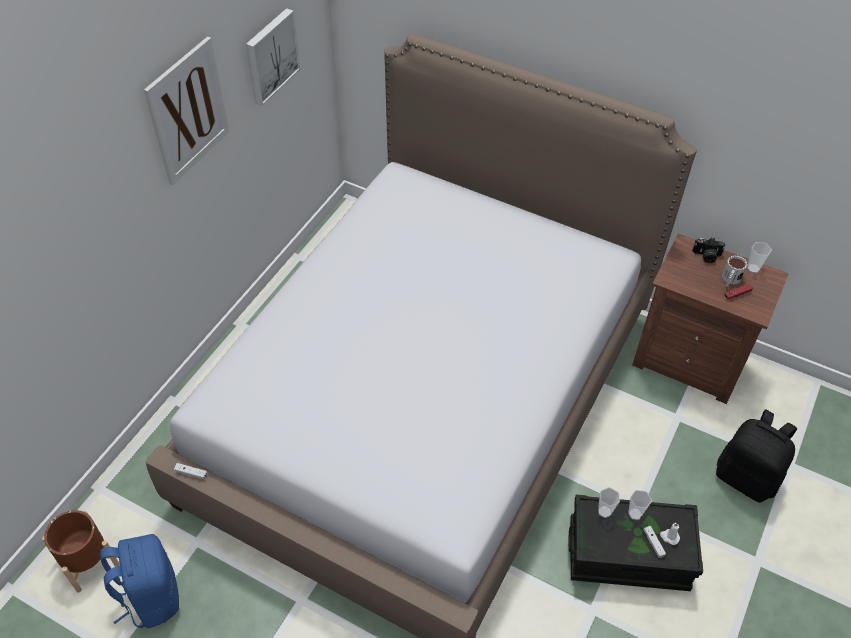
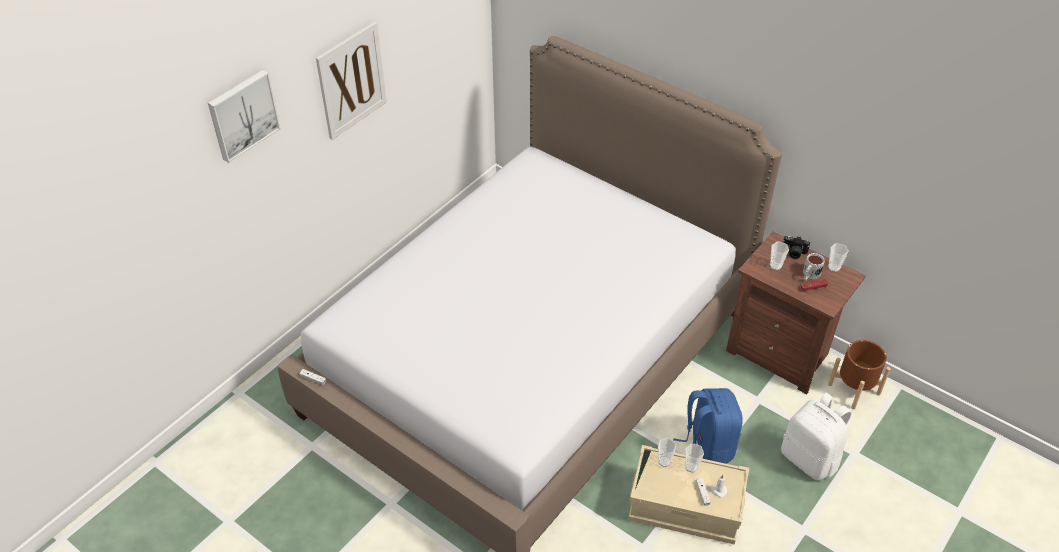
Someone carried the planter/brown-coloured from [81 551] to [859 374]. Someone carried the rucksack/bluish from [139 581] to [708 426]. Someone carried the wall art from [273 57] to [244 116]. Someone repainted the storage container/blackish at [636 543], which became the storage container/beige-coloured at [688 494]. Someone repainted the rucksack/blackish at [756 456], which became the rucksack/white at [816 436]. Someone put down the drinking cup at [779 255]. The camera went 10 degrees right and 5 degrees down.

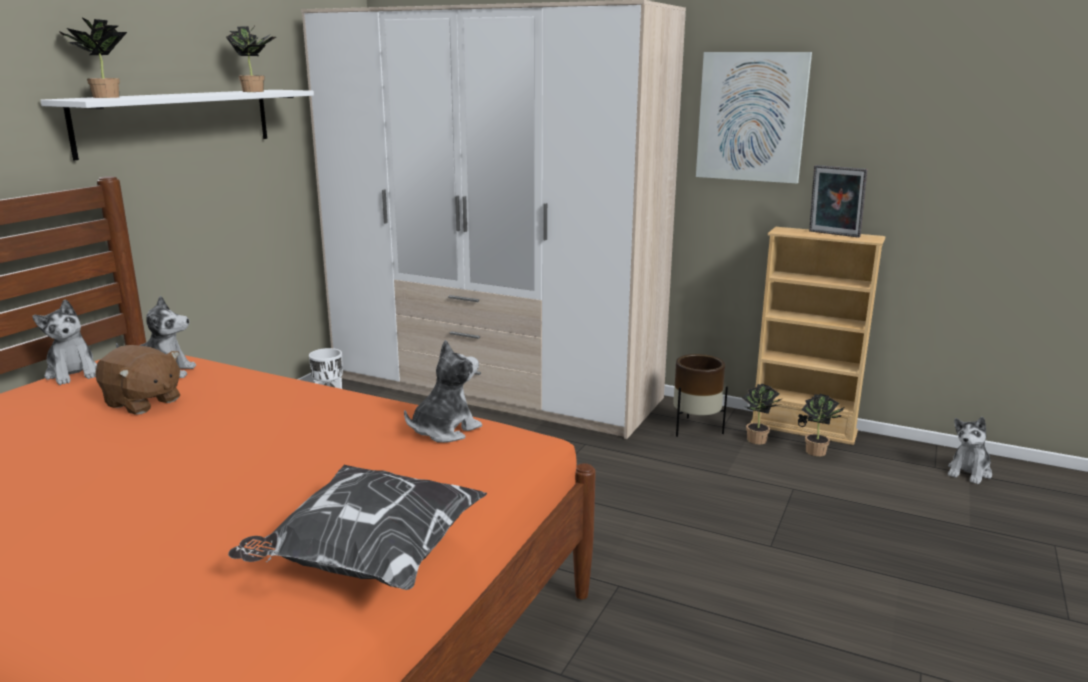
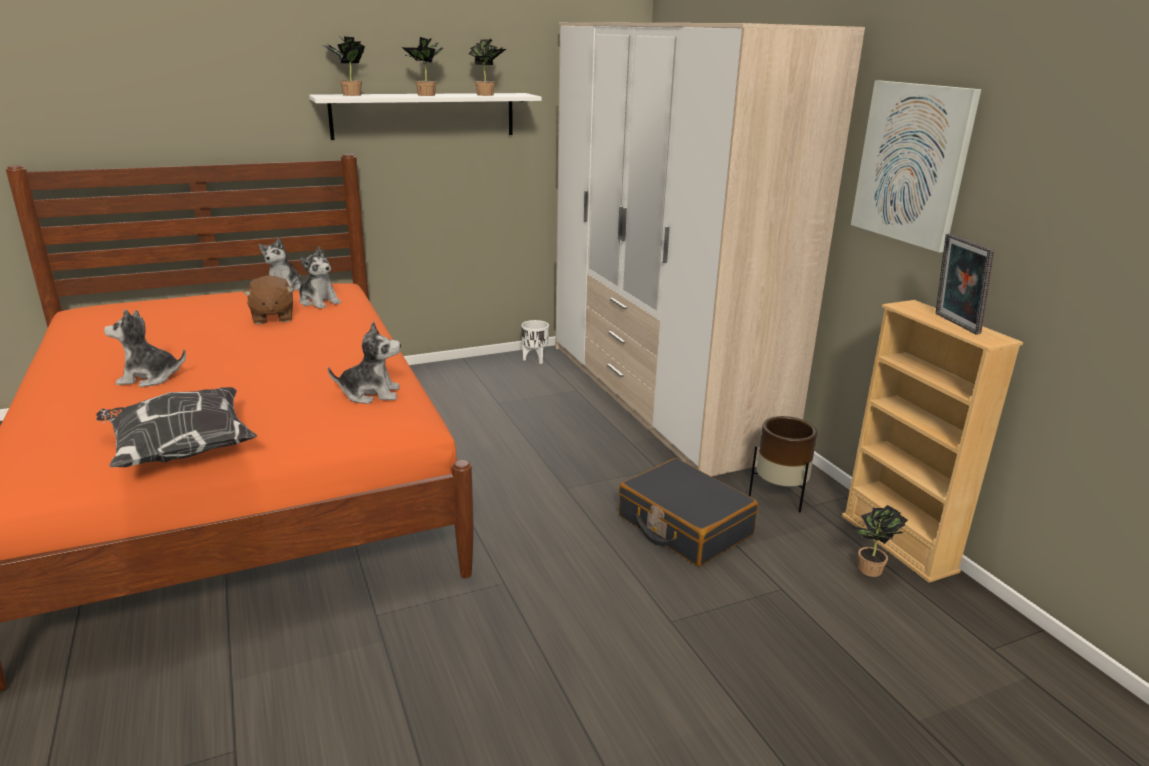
Someone carried the potted plant from [762 414] to [422 66]. Someone carried the plush toy from [970 450] to [145 348]. Someone put down the piece of luggage/blackish at [688 512]. The camera went 40 degrees right and 5 degrees up.

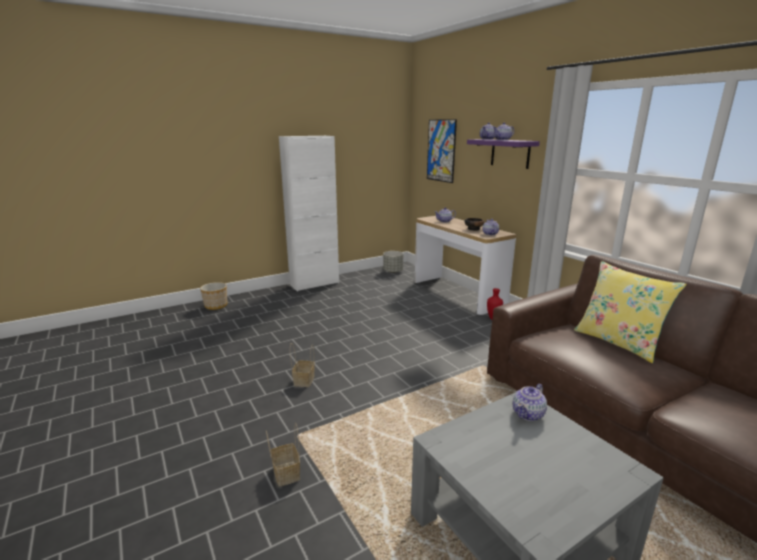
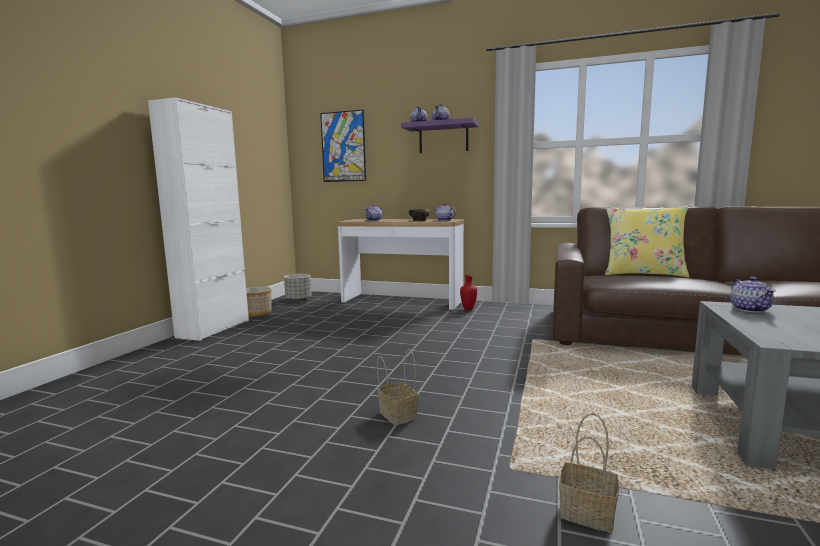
Someone carried the planter from [213 296] to [258 302]. The camera went 40 degrees left and 10 degrees down.

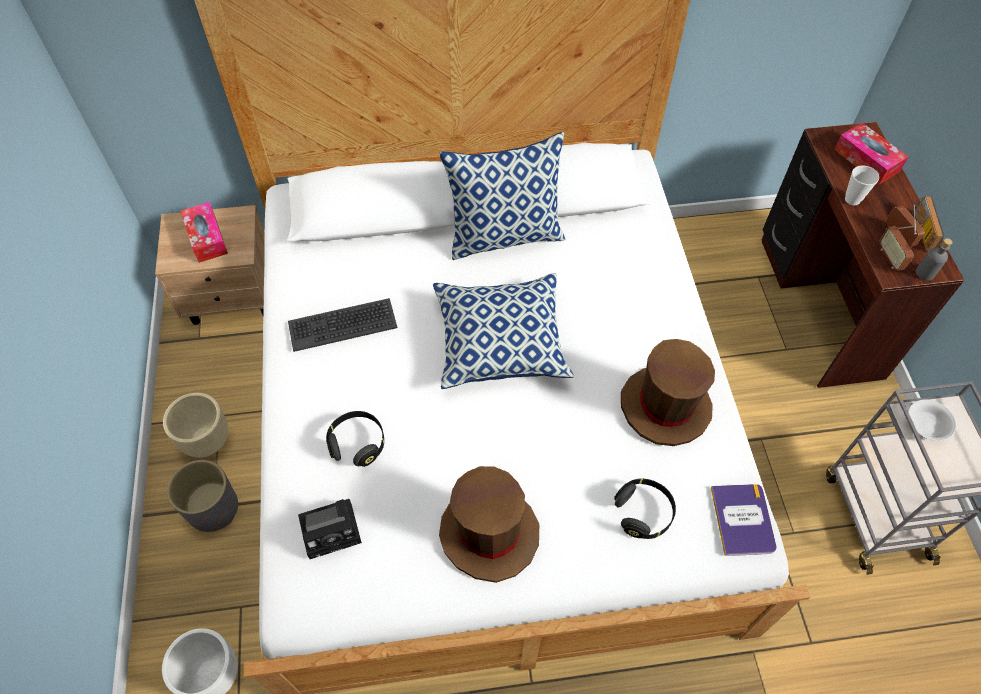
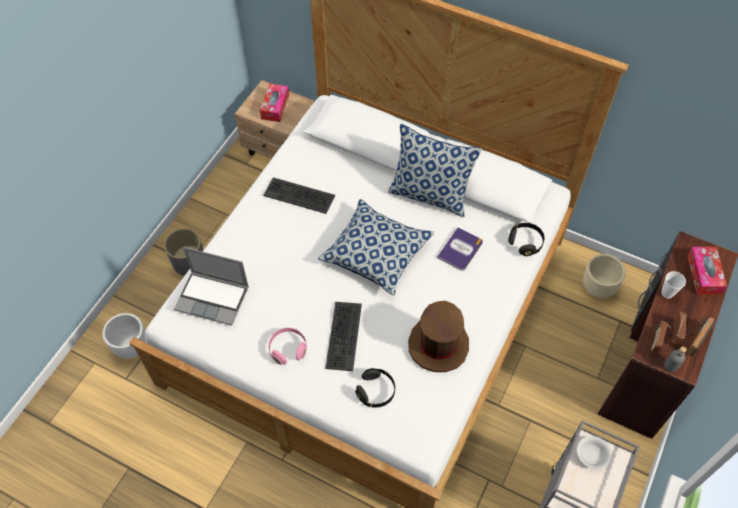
Someone carried the planter/beige-coloured from [195 425] to [604 276]. Someone swapped the photo camera at [330 529] for the portable computer at [211 286]. Someone carried the headset/blackish from [355 439] to [526 239]. Someone swapped the wearable hat/brown-coloured at [489 524] for the headset/pinkish at [288 346]. Someone carried the volume from [743 520] to [460 249]. Someone put down the computer keyboard at [343 336]. The camera went 35 degrees right and 0 degrees up.

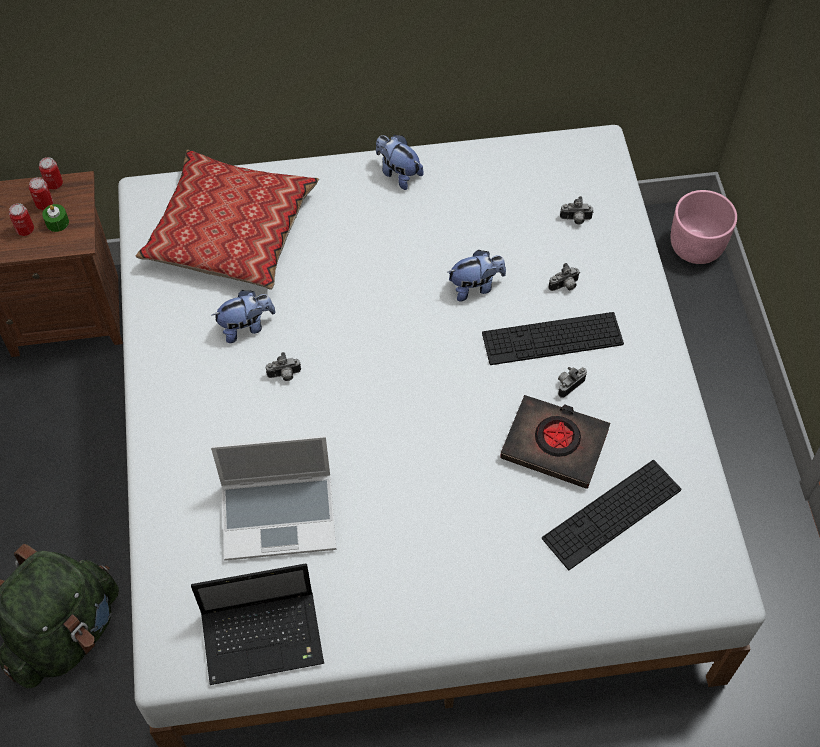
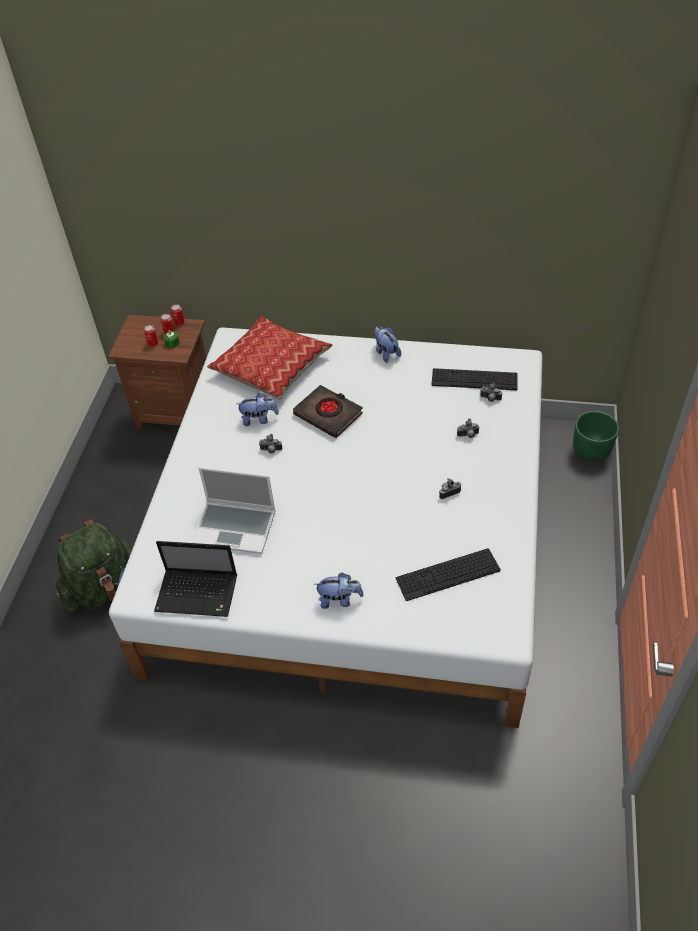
Someone carried the plush toy from [477 275] to [339 591]. Someone carried the computer keyboard from [553 338] to [474 379]. Someone carried the volume/blackish from [555 442] to [328 411]. Someone repainted the planter/pinkish at [703 227], which became the planter/green-coloured at [596 436]. The camera went 20 degrees right and 10 degrees down.

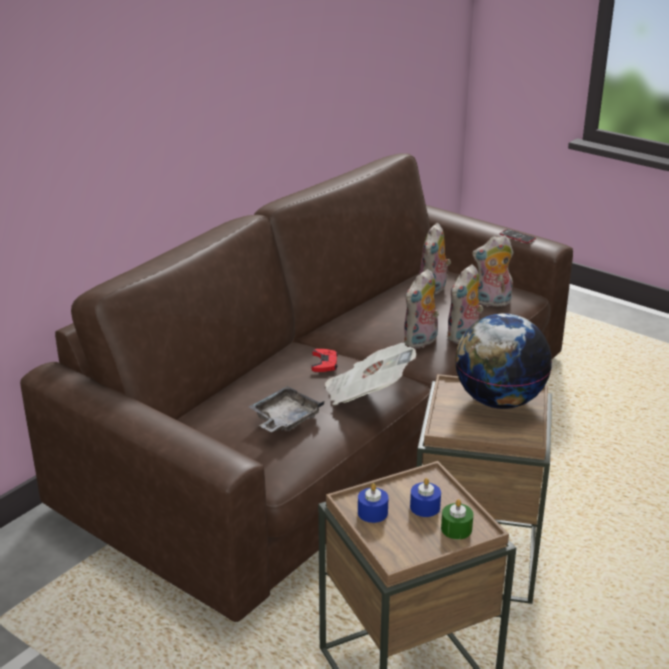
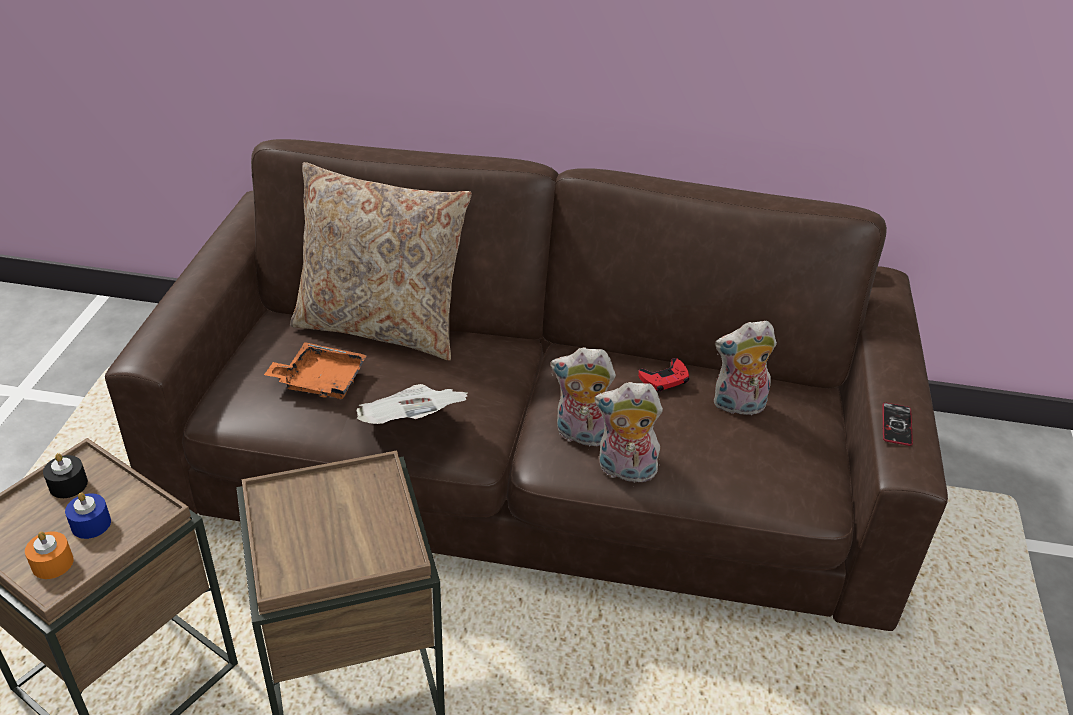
Someone repainted the serving tray/gray at [286 409], which became the serving tray/orange-coloured at [315 370]. Someone carried the joypad/red from [324 360] to [663 375]. Someone repainted the candle/bluish at [373 503], which became the candle/blackish at [65 475]. Someone repainted the candle/green-coloured at [457 519], which became the candle/orange-coloured at [49 555]. Someone took away the desk globe at [503 361]. Someone took away the plush toy at [492 271]. Someone put down the pillow/beige-coloured at [381 261]. The camera went 60 degrees right and 10 degrees up.

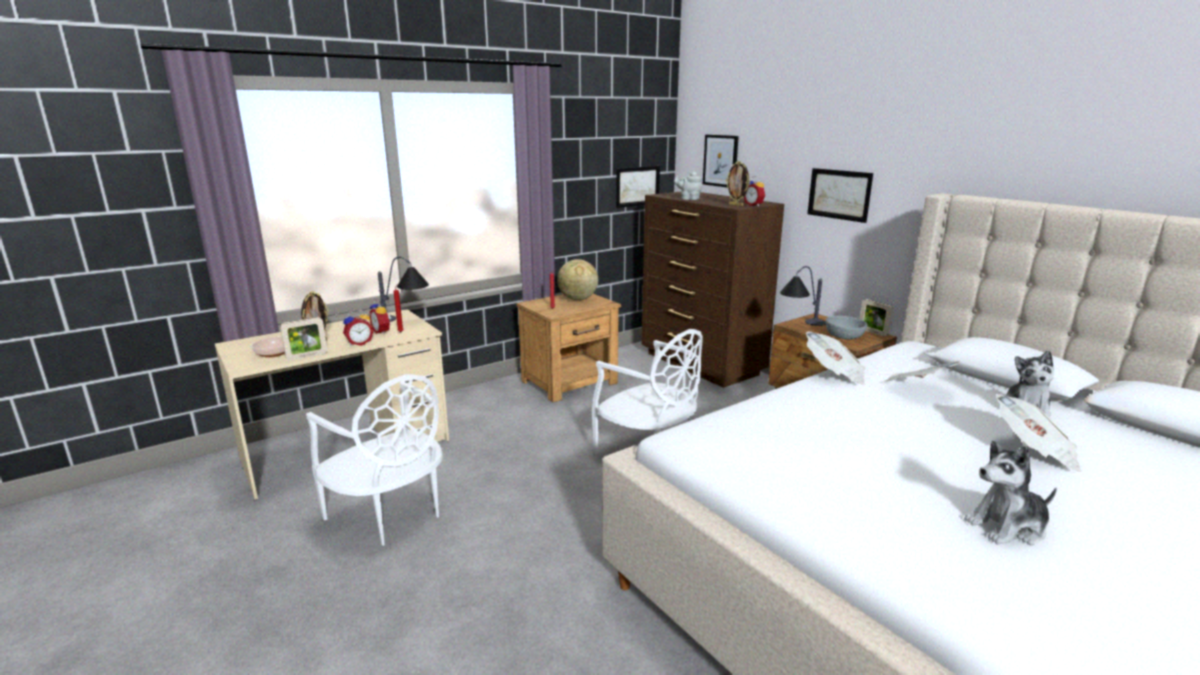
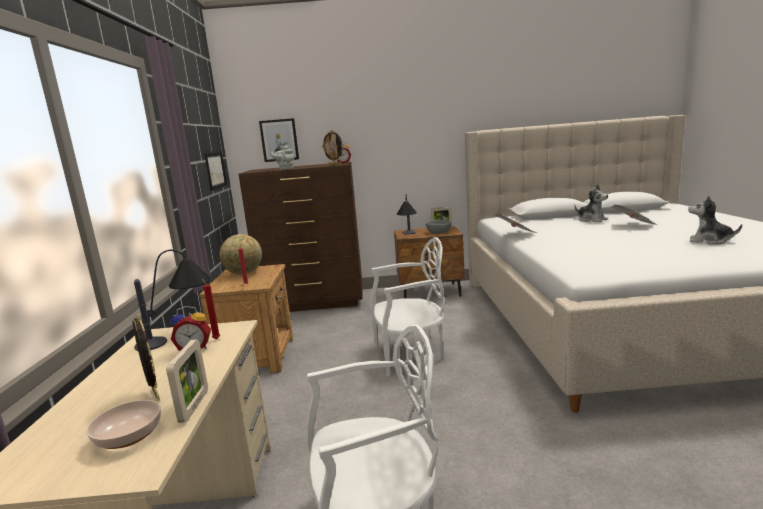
Someone took away the table clock at [358 327]. Someone took away the wall art at [840 195]. Someone took away the printed paper at [922 371]. Someone rotated the plush toy at [1010 493] by 105 degrees clockwise. The camera went 55 degrees left and 5 degrees down.

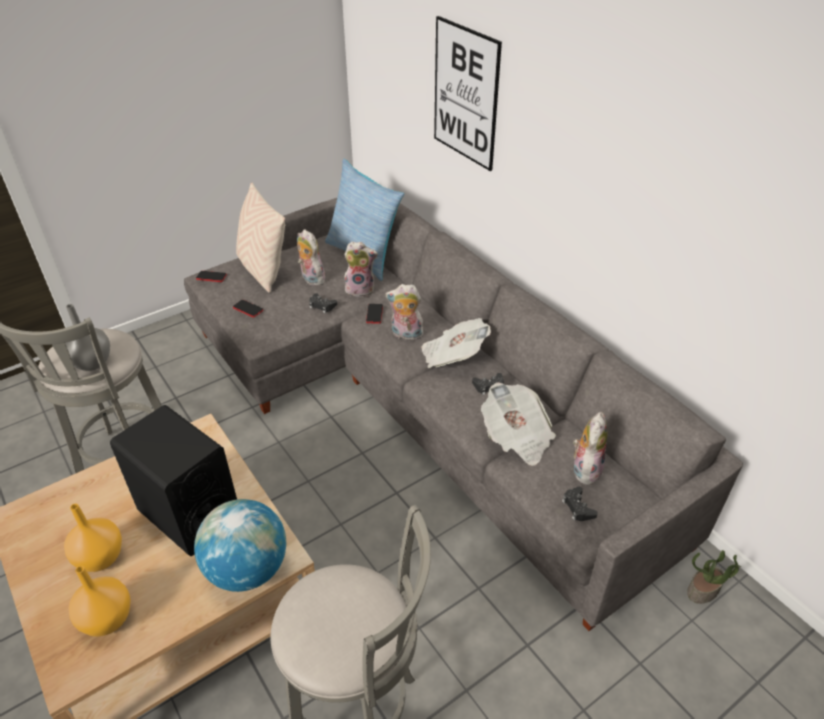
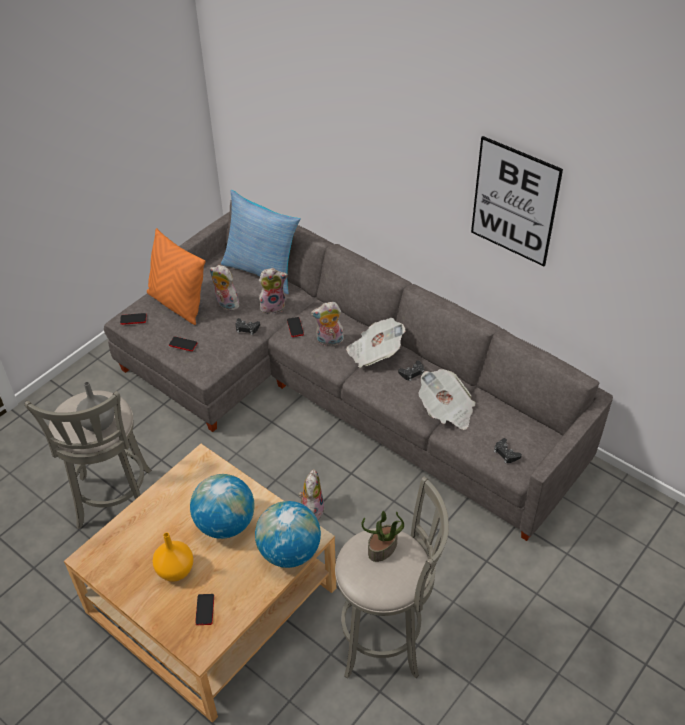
Someone swapped the decorative vase/orange-coloured at [100 601] for the handset at [204 609]. Someone swapped the loudspeaker/blackish at [173 480] for the desk globe at [222 506]. Someone repainted the pillow/beige-coloured at [260 237], which became the pillow/orange-coloured at [176 276]. Someone carried the wall art from [468 93] to [517 201]. Someone carried the plush toy from [590 448] to [311 494]. Someone carried the potted plant from [714 577] to [382 536]. The camera went 15 degrees left and 5 degrees up.

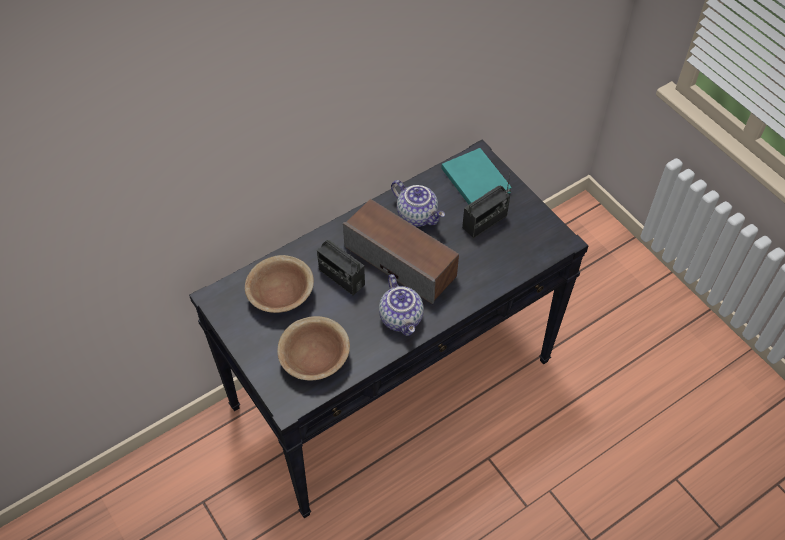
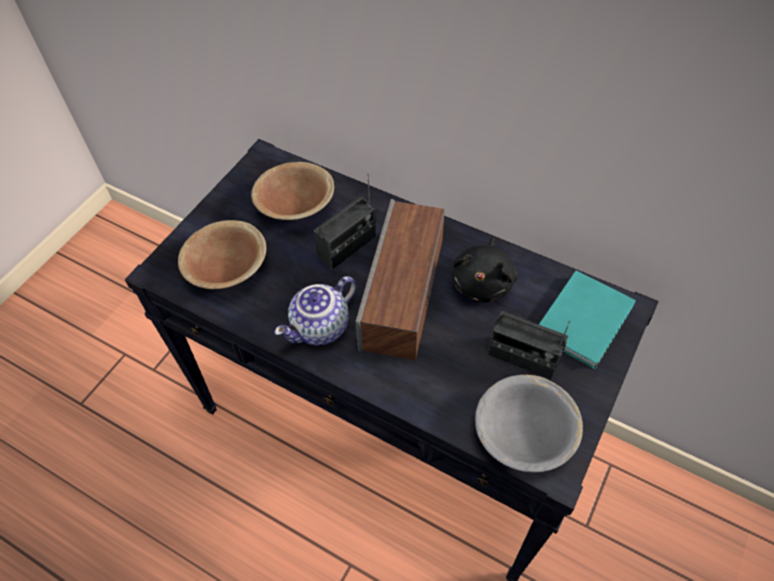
Someone rotated the radio at [341 267] by 150 degrees counterclockwise. Someone swapped the teapot at [418 203] for the plush toy/blackish at [485 270]. Someone put down the serving bowl/gray at [529 424]. The camera went 65 degrees right and 0 degrees up.

